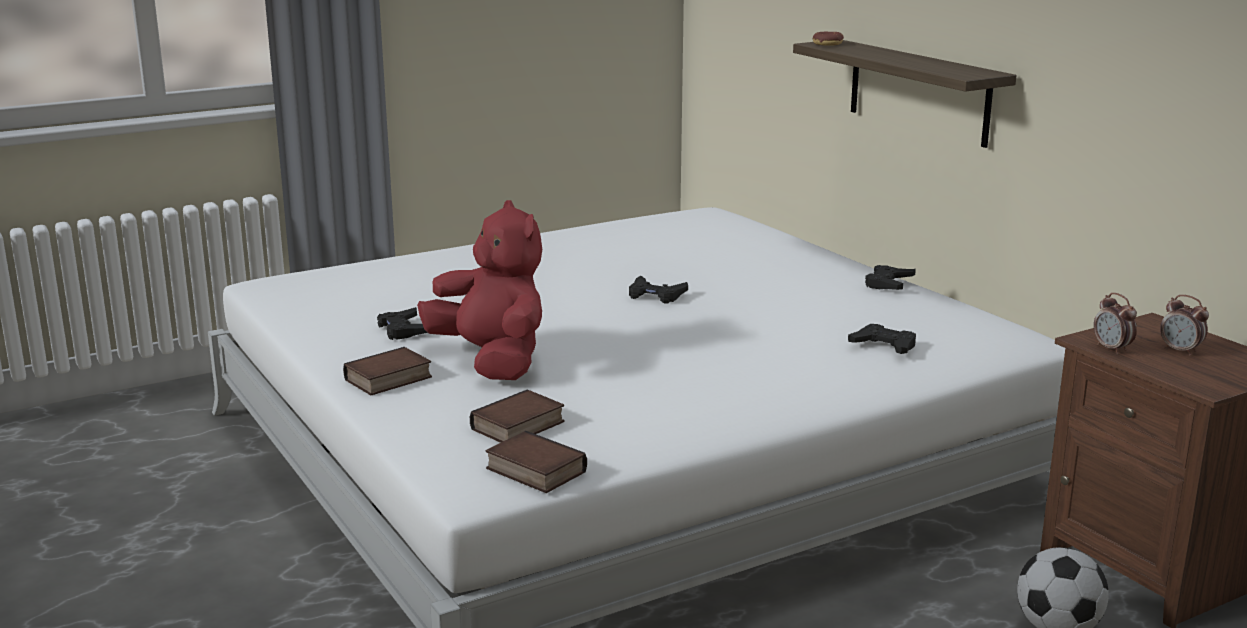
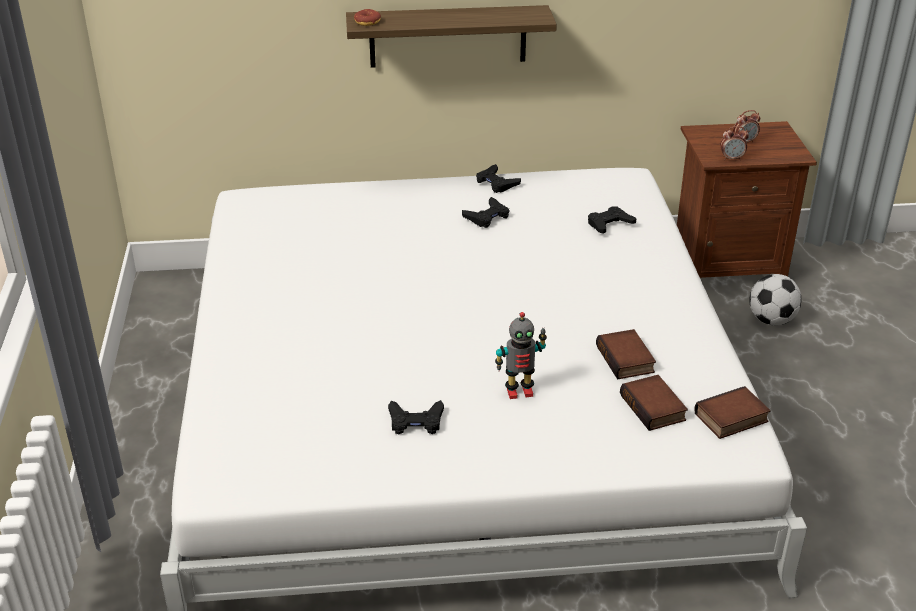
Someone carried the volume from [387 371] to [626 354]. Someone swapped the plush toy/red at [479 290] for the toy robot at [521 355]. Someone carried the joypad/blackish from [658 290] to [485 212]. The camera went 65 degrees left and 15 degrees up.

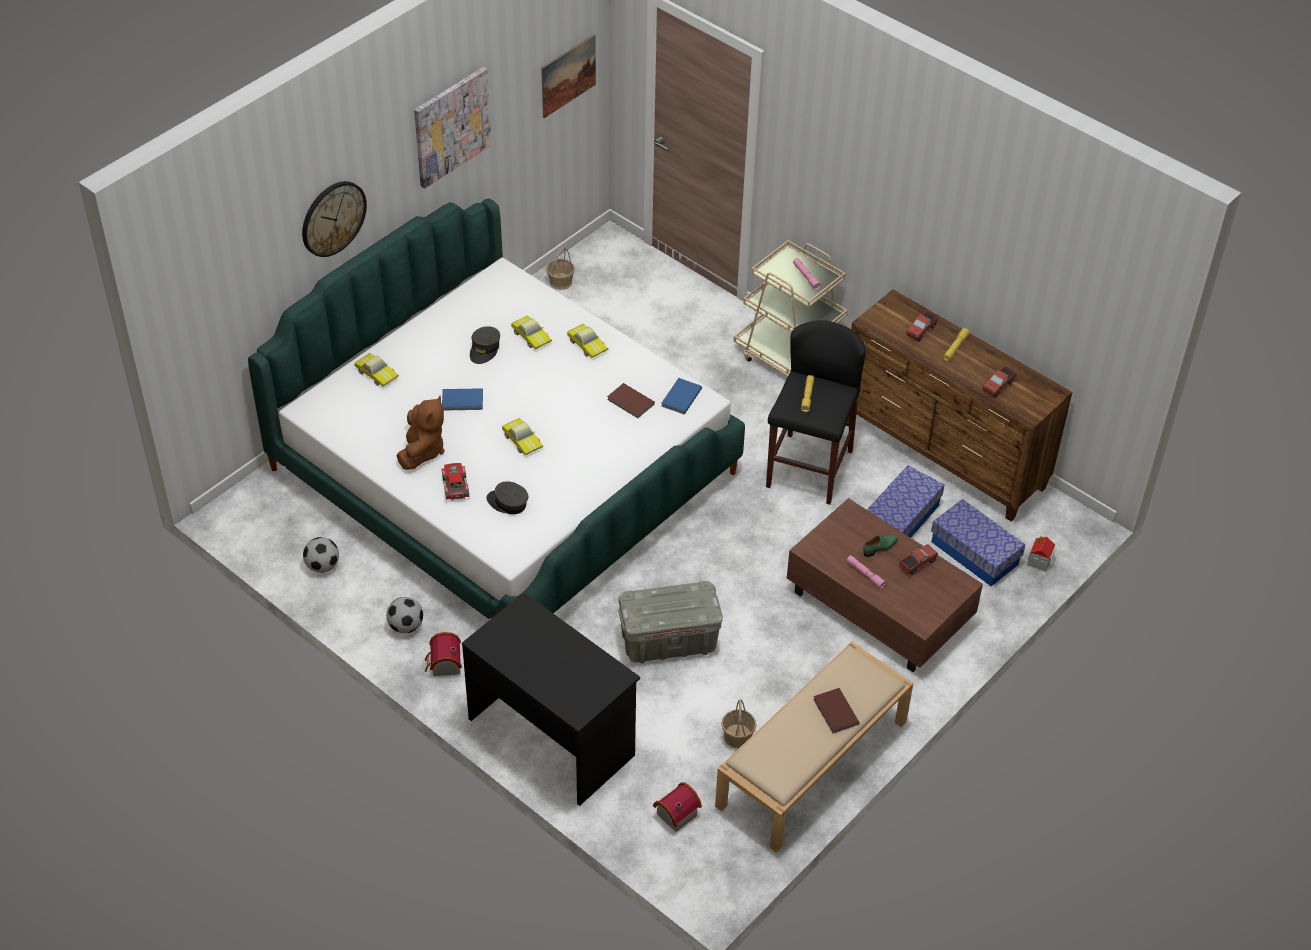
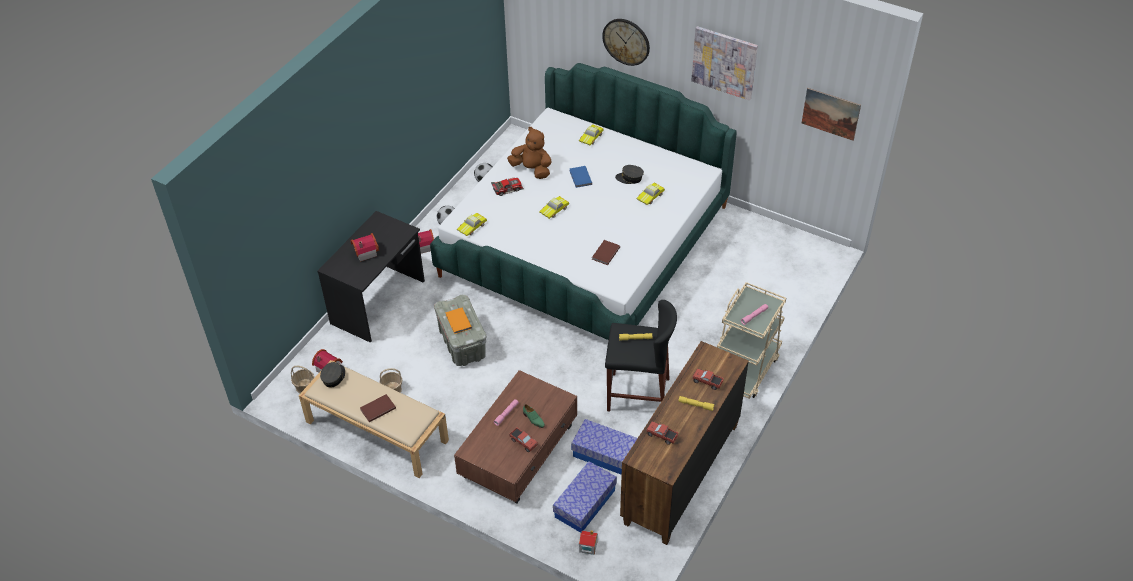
Someone rotated the plush toy/brown-coloured at [421 433] by 150 degrees counterclockwise. Someone carried the cap/gray from [507 497] to [332 375]. Someone carried the basket from [560 268] to [302 379]. Someone carried the model car from [587 341] to [472 224]. Someone took away the volume/bluish at [682 396]. Someone put down the miniature house at [365 247]. Someone put down the volume/orange-coloured at [458 321]. The camera went 80 degrees right and 0 degrees up.

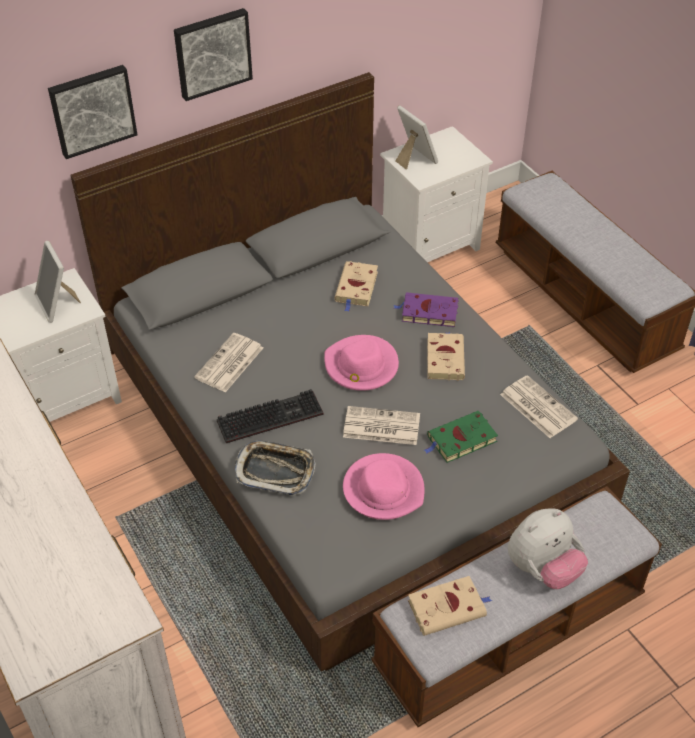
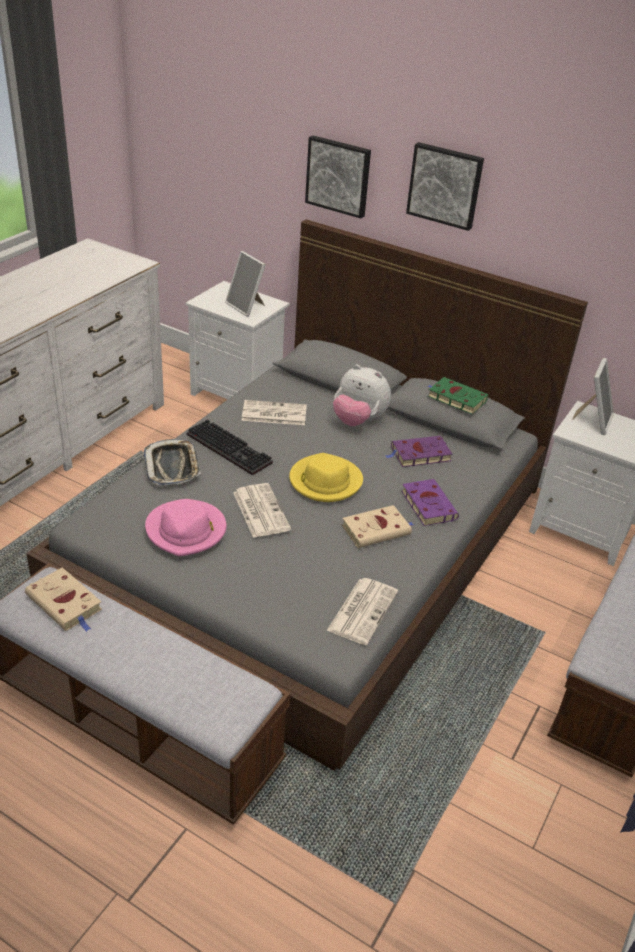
Someone rotated the standing frame at [58 282] by 75 degrees counterclockwise. Someone repainted the wearable hat/pinkish at [361 363], which became the wearable hat/yellow at [326 477]. Someone repainted the volume/beige-coloured at [356 286], which became the volume/purplish at [419 451]. Someone carried the volume/green-coloured from [461 437] to [457 395]. Someone carried the plush toy from [548 549] to [362 395]. The camera went 60 degrees right and 10 degrees down.

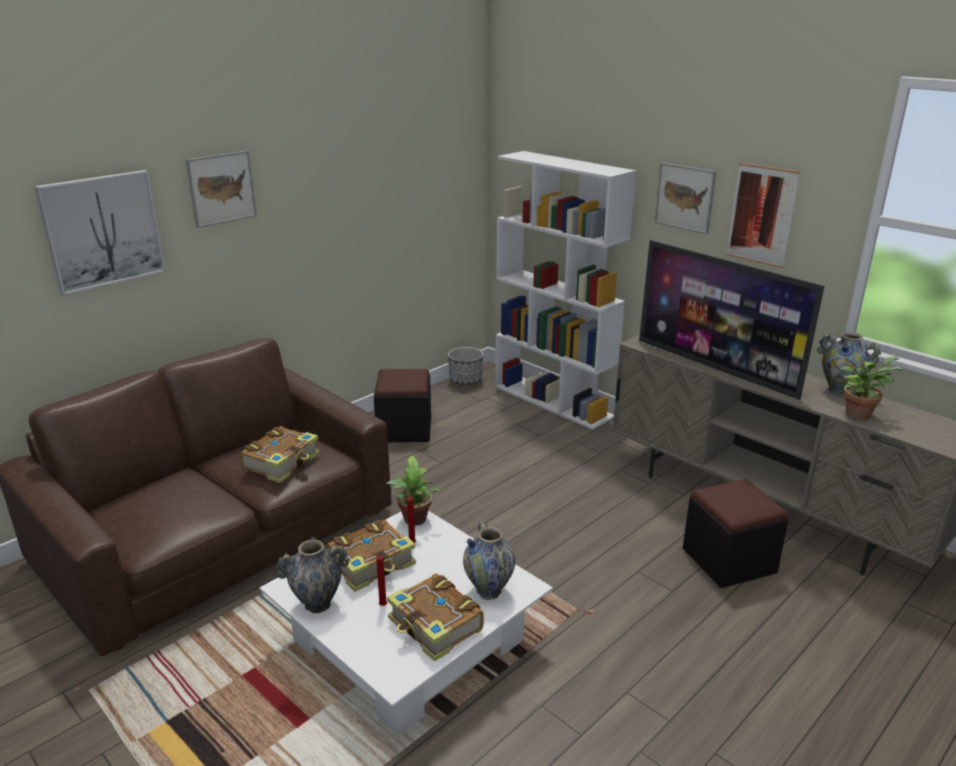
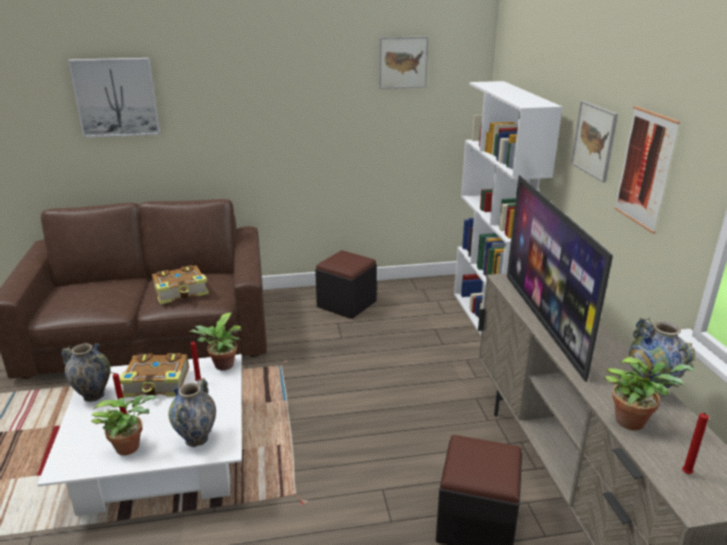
Someone carried the wall art from [221 189] to [404 62]. Someone swapped the volume at [435 617] for the potted plant at [124 425]. Someone took away the planter at [465 366]. Someone put down the candle/red at [695 443]. The camera went 35 degrees right and 0 degrees up.

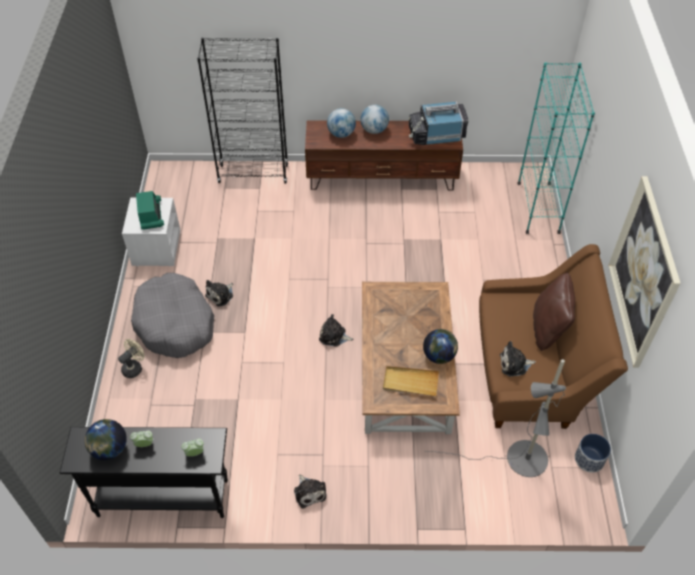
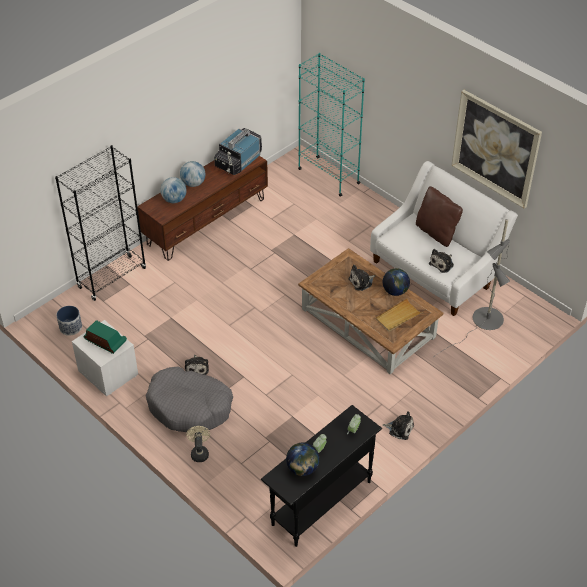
Someone carried the plush toy from [336 330] to [361 278]. Someone repainted the couch/brown-coloured at [553 336], which became the couch/white at [444 238]. Someone carried the planter from [593 453] to [69 321]. The camera went 45 degrees left and 5 degrees down.

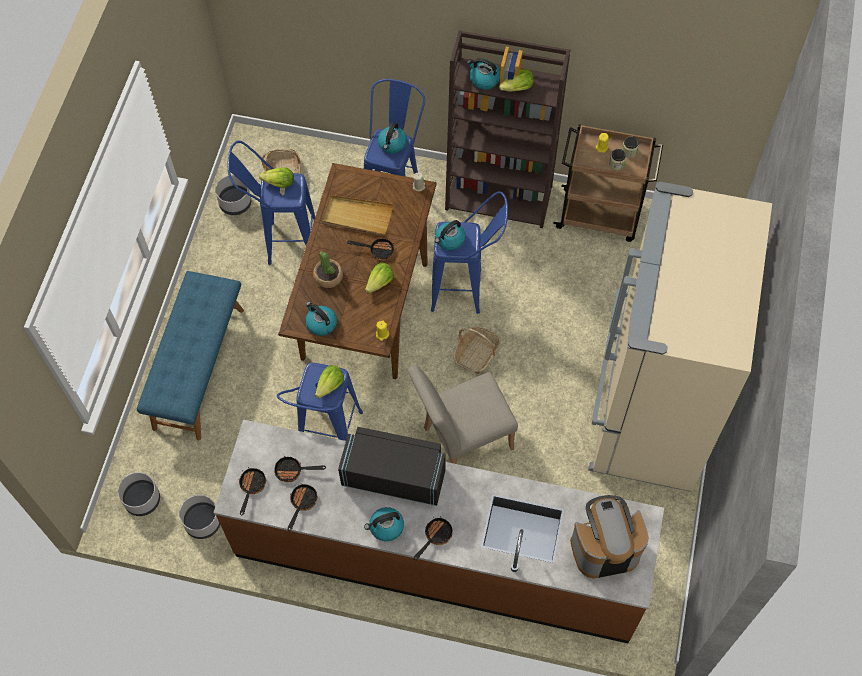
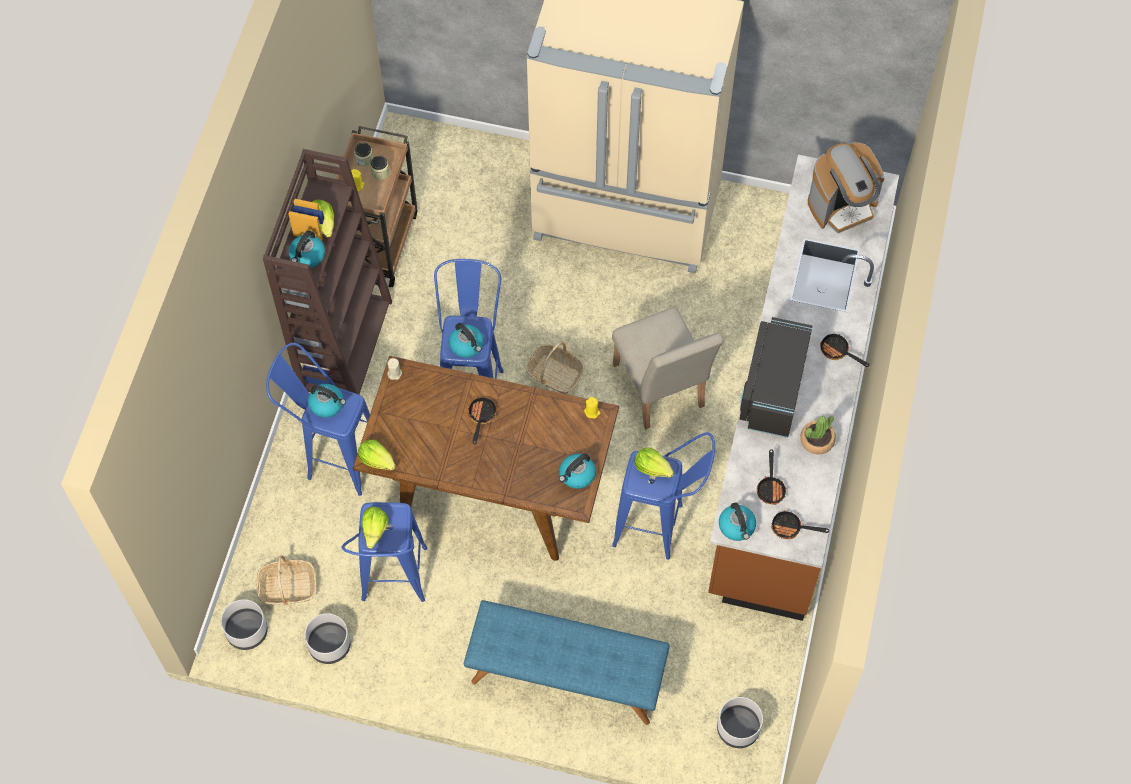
Someone carried the planter/gray from [199 517] to [244 624]. Someone took away the pan at [302 507]. Someone carried the potted plant from [328 269] to [818 435]. Someone took away the serving tray/beige-coloured at [357 215]. Someone carried the water kettle from [384 524] to [737 522]. Someone carried the lettuce from [379 278] to [377 455]. Someone rotated the coffee brewer at [609 536] by 105 degrees counterclockwise. The camera went 90 degrees left and 0 degrees up.

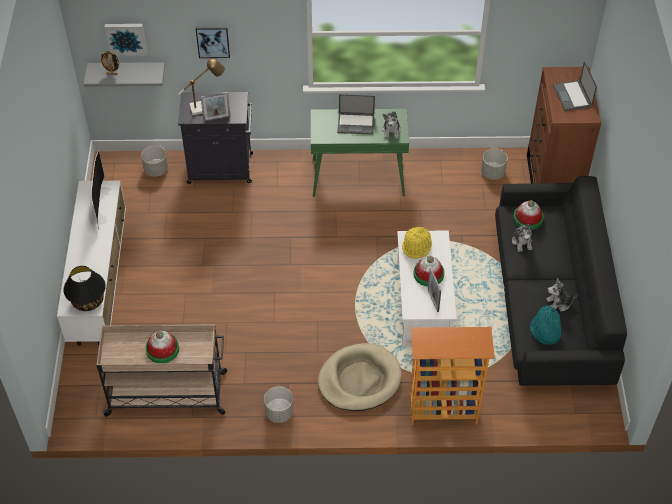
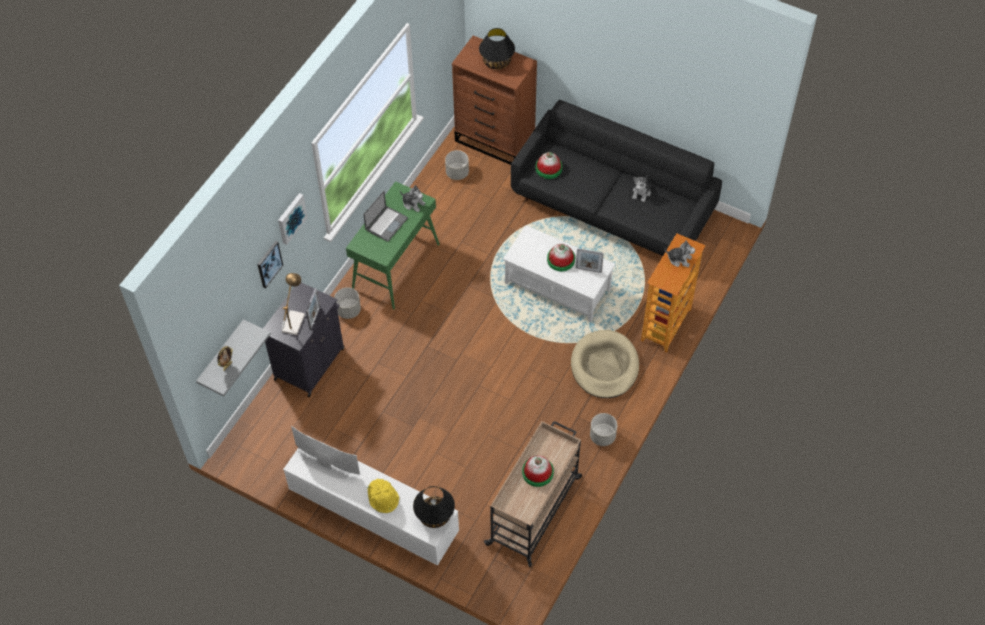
Someone carried the wall art from [126 39] to [293 219]. Someone carried the planter/gray from [154 161] to [347 303]. Someone carried the wearable hat/yellow from [417 243] to [383 496]. Someone carried the plush toy from [522 237] to [680 253]. Someone took away the wearable hat/blue-green at [545 325]. Someone swapped the portable computer at [575 86] for the table lamp/blackish at [497 49]. The camera went 60 degrees left and 5 degrees up.

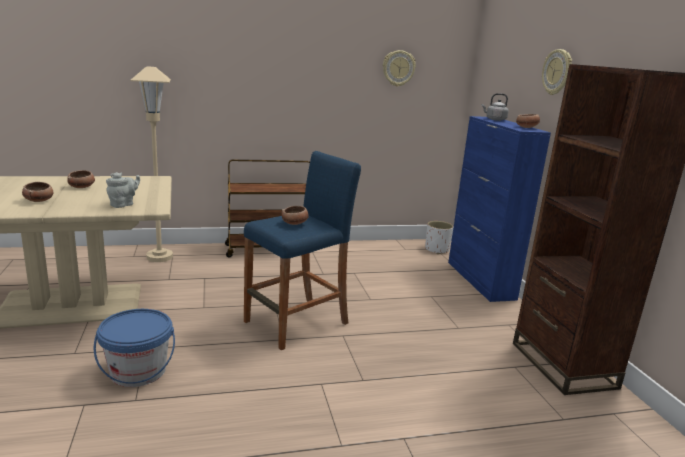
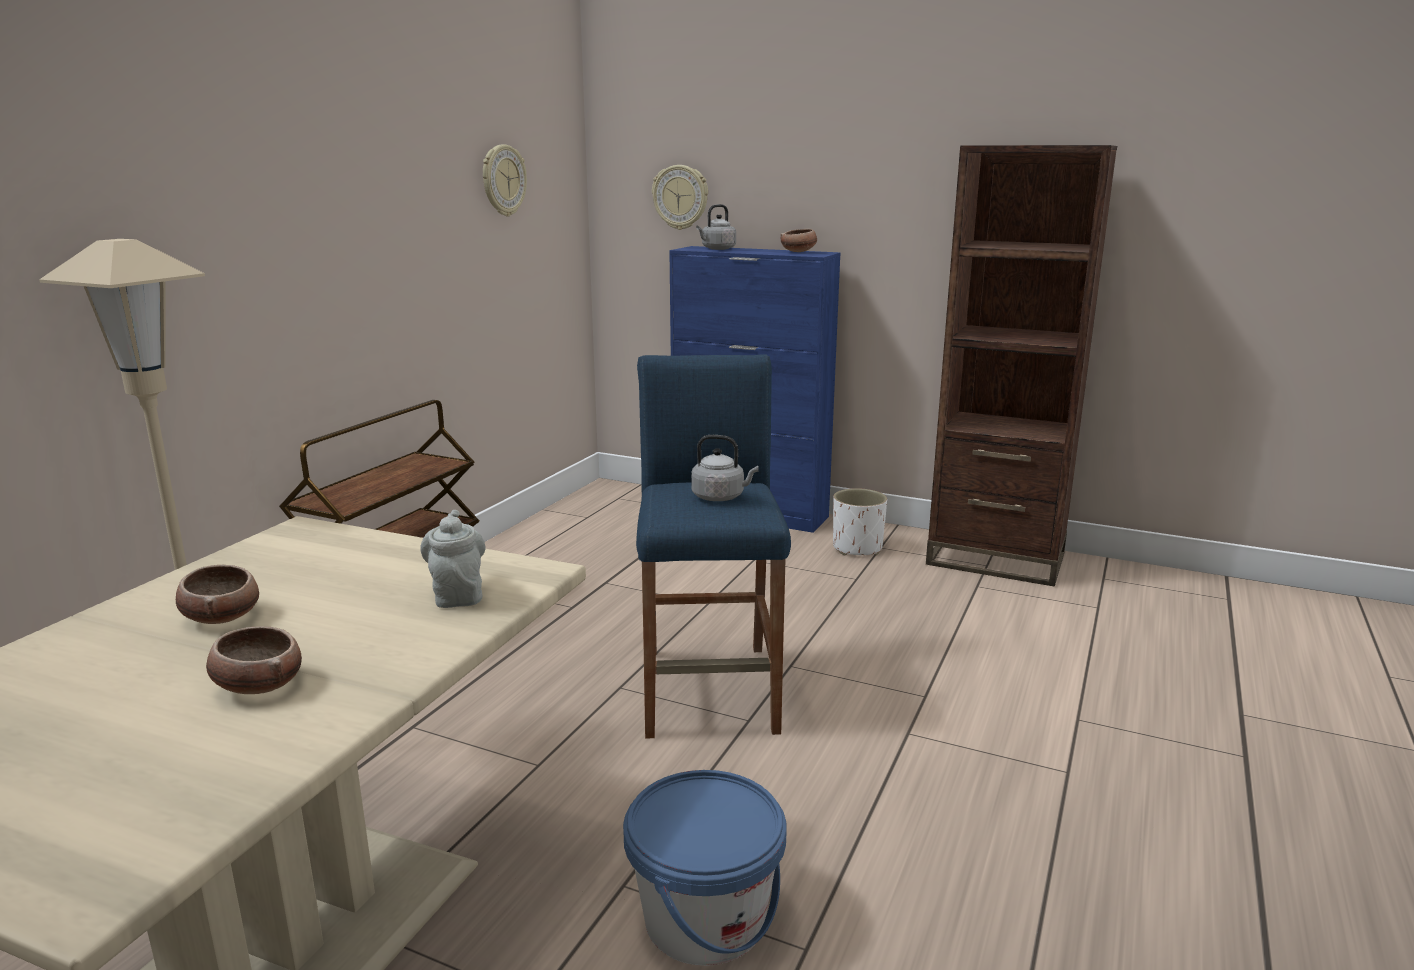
Someone swapped the serving bowl at [295 215] for the water kettle/gray at [725 468]. Someone carried the planter/white from [439 237] to [860 522]. Someone carried the clock on the wall from [557 72] to [680 197]. The camera went 50 degrees left and 0 degrees up.

